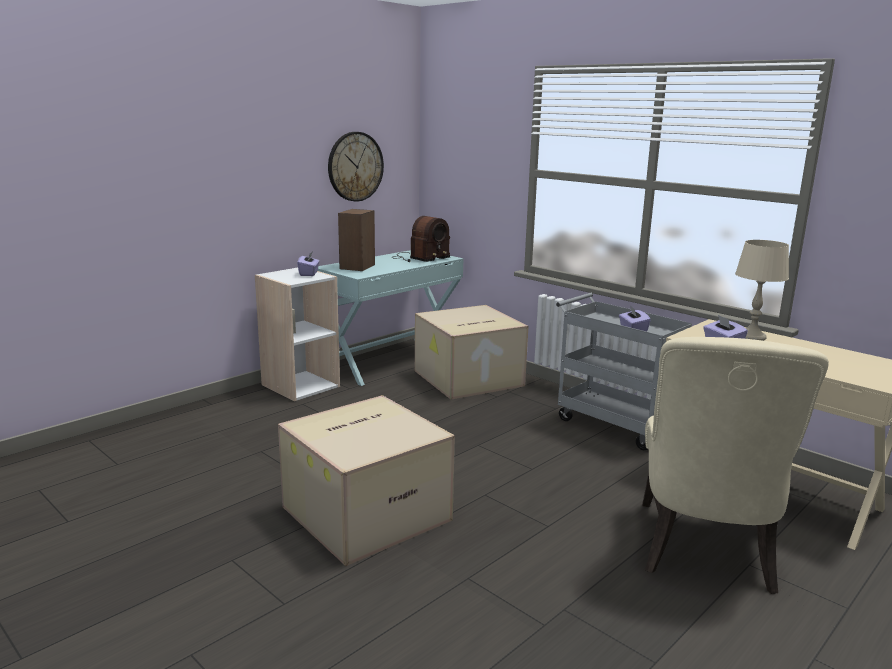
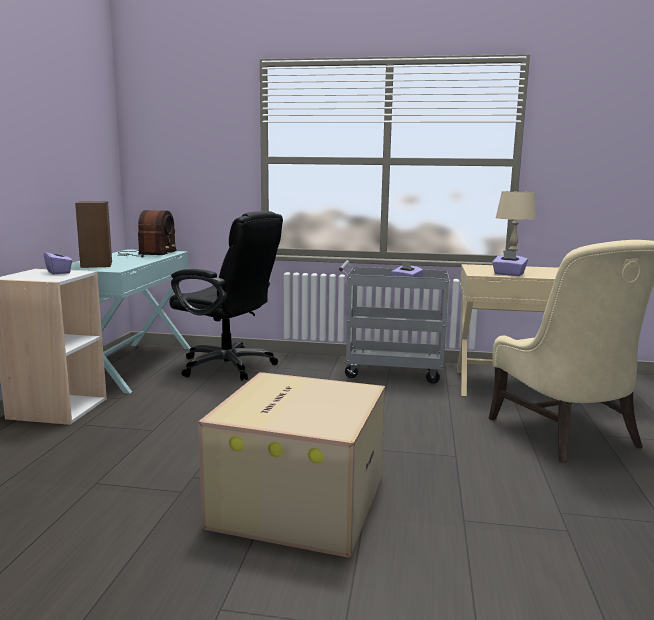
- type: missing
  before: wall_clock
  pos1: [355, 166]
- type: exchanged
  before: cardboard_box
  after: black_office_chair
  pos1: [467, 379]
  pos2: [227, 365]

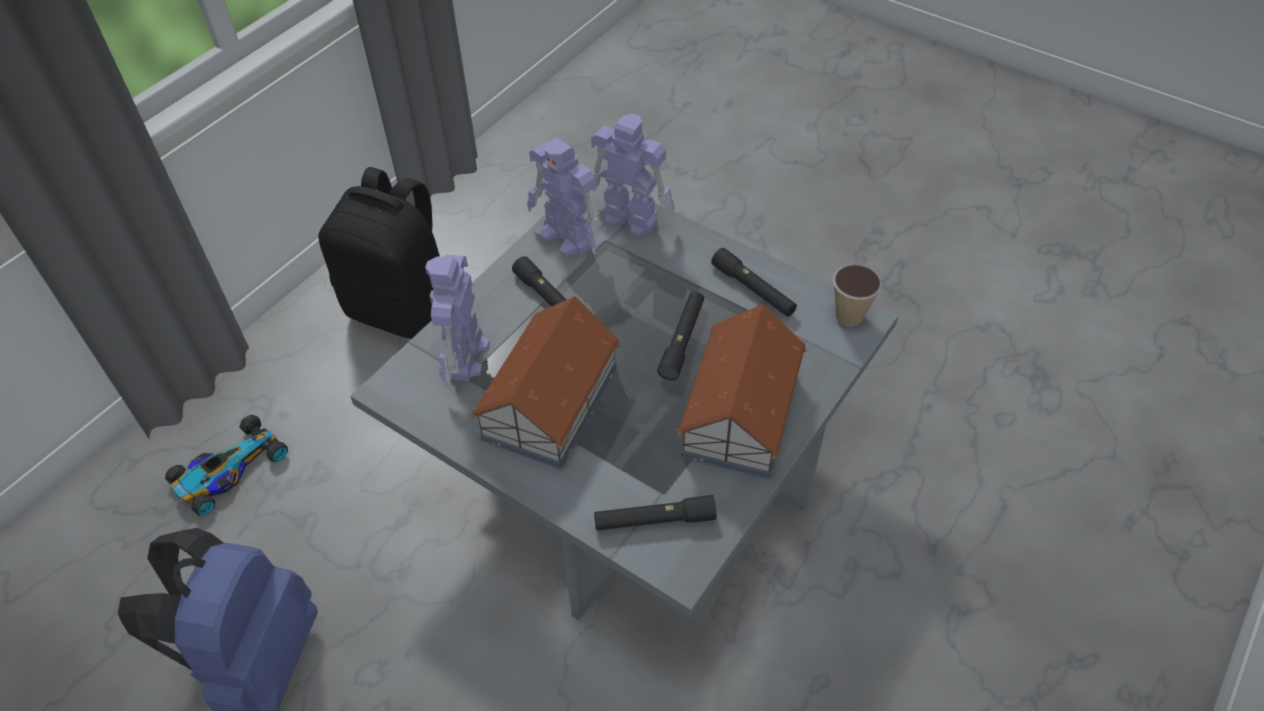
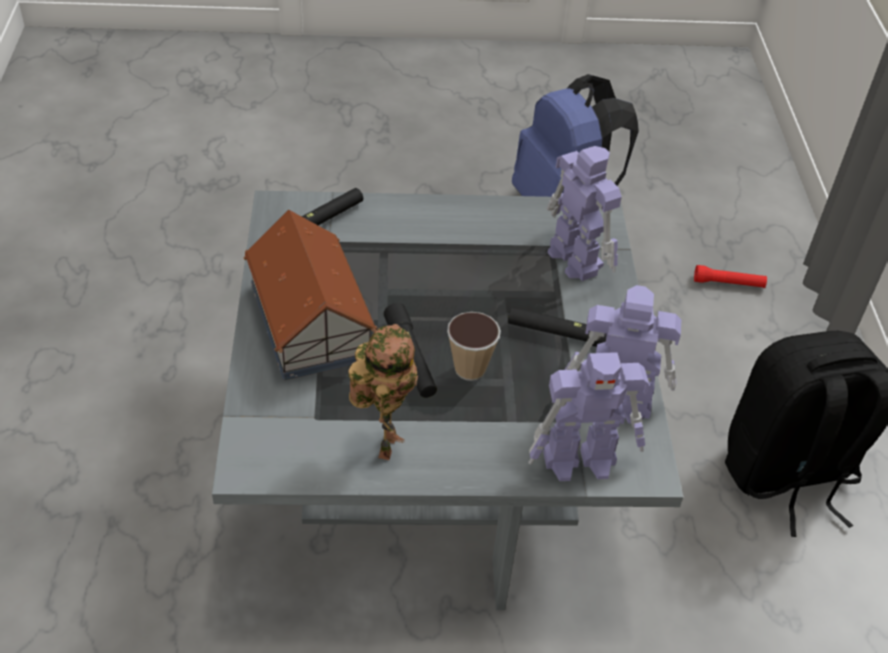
- type: exchanged
  before: toy_car
  after: red_flashlight
  pos1: [227, 471]
  pos2: [728, 283]
- type: missing
  before: toy_house
  pos1: [552, 402]
- type: exchanged
  before: black_flashlight
  after: toy_robot
  pos1: [753, 290]
  pos2: [384, 443]
- type: relocated
  before: cup
  pos1: [849, 316]
  pos2: [470, 369]

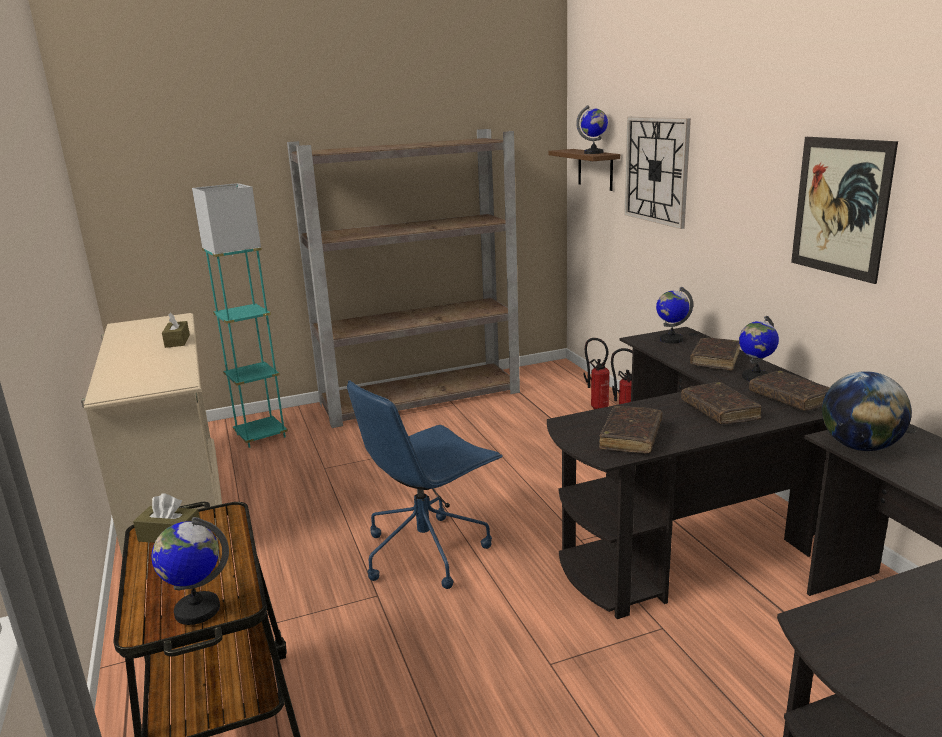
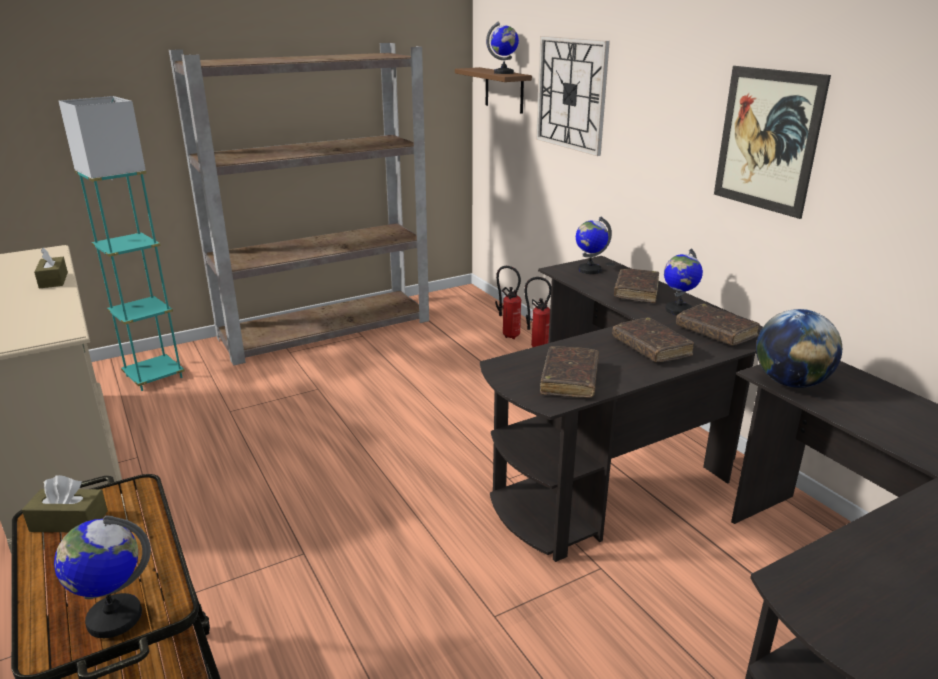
- type: missing
  before: blue_office_chair
  pos1: [430, 550]

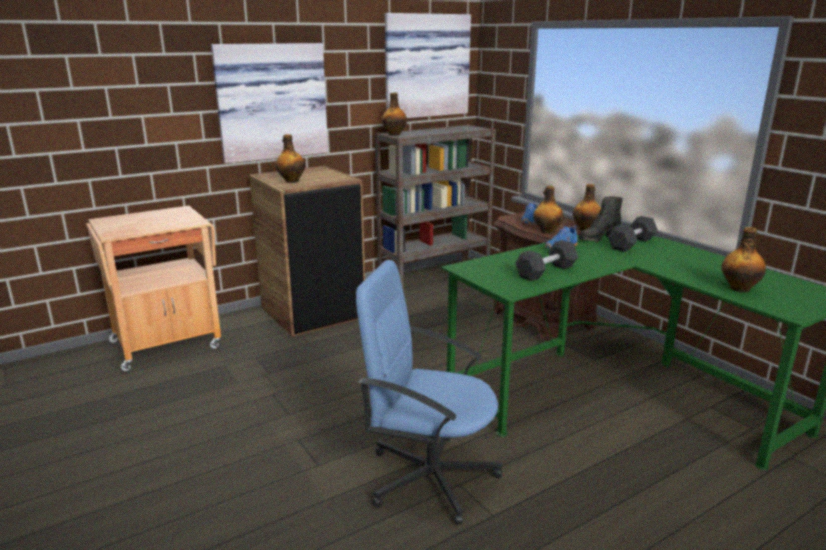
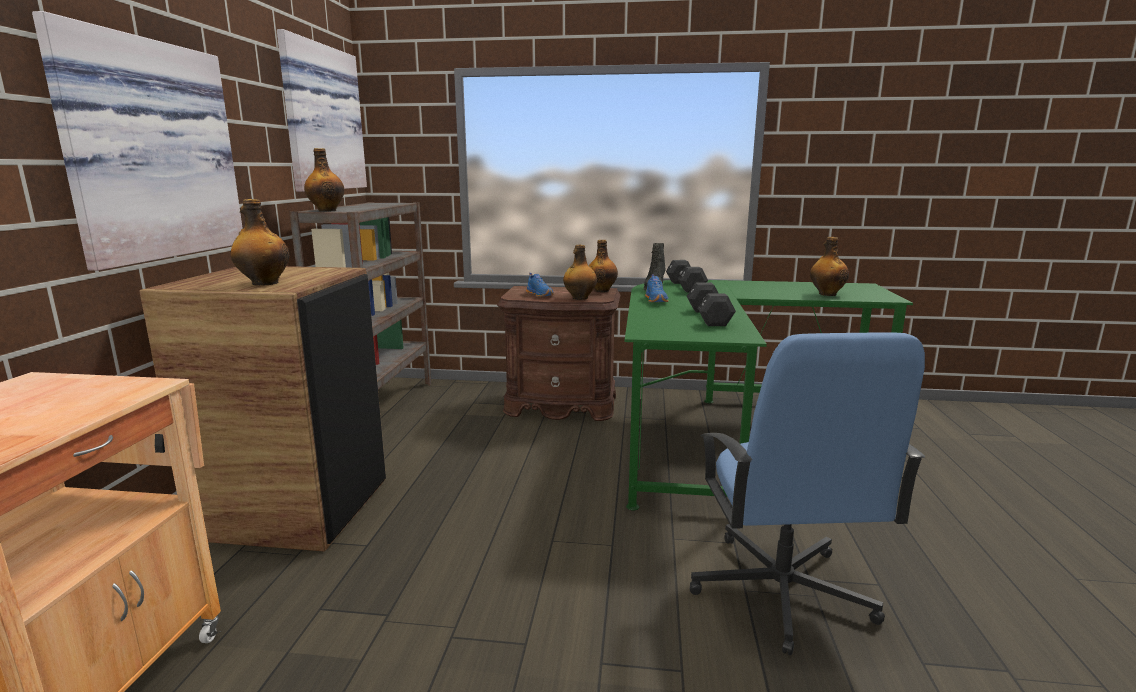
- type: spun
  before: blue_office_chair
  pos1: [429, 476]
  pos2: [780, 592]
  turn: -60

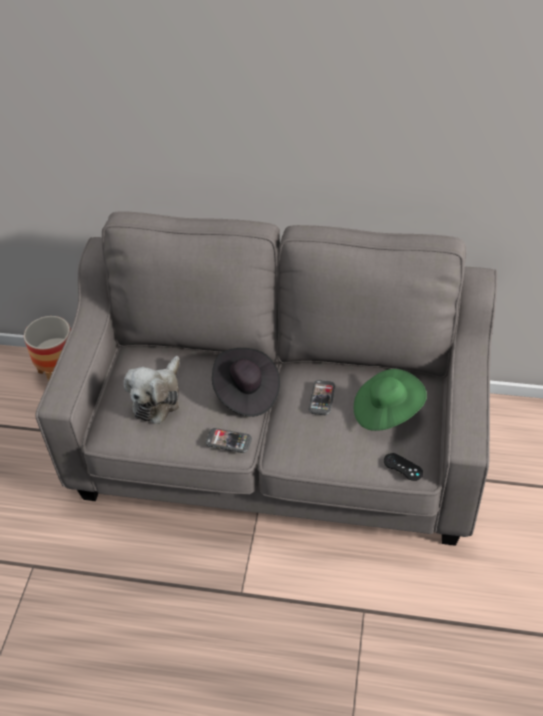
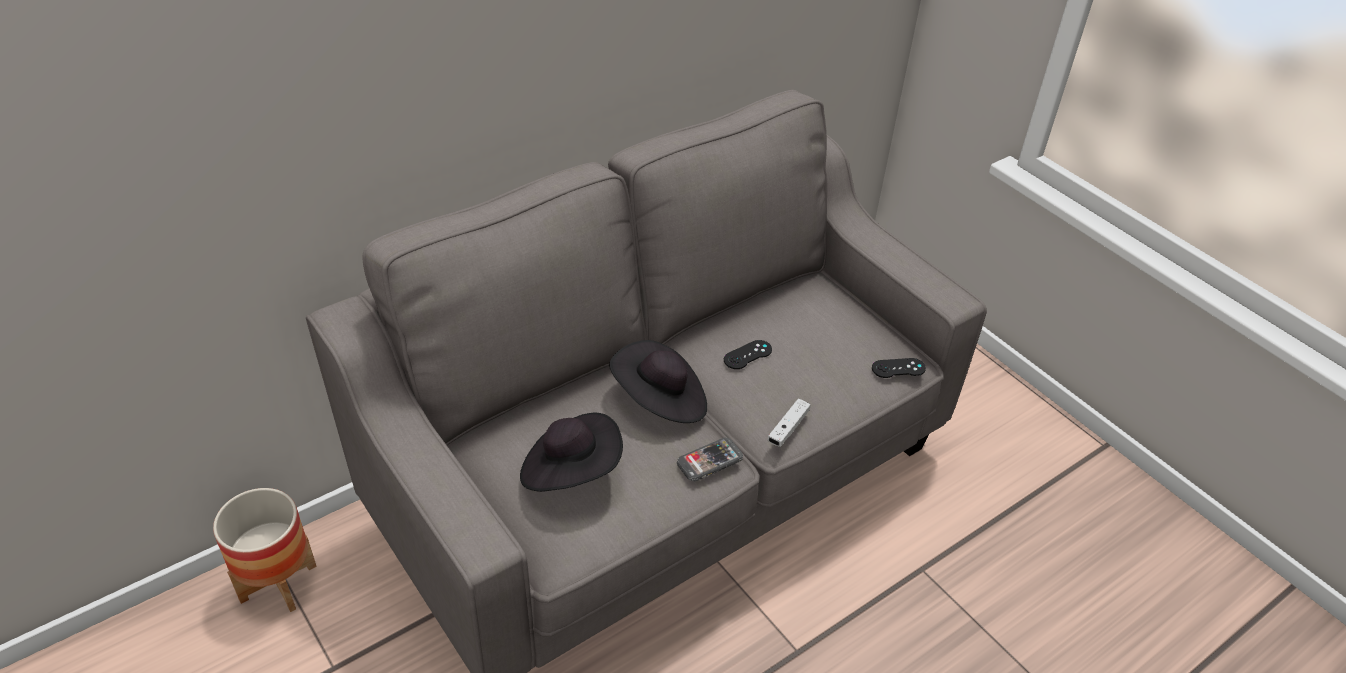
- type: exchanged
  before: plush_toy
  after: black_hat
  pos1: [158, 398]
  pos2: [571, 471]
- type: exchanged
  before: phone
  after: black_game_controller
  pos1: [322, 398]
  pos2: [747, 355]
- type: missing
  before: green_hat
  pos1: [386, 411]
- type: appeared
  after: white_game_controller
  pos2: [788, 428]

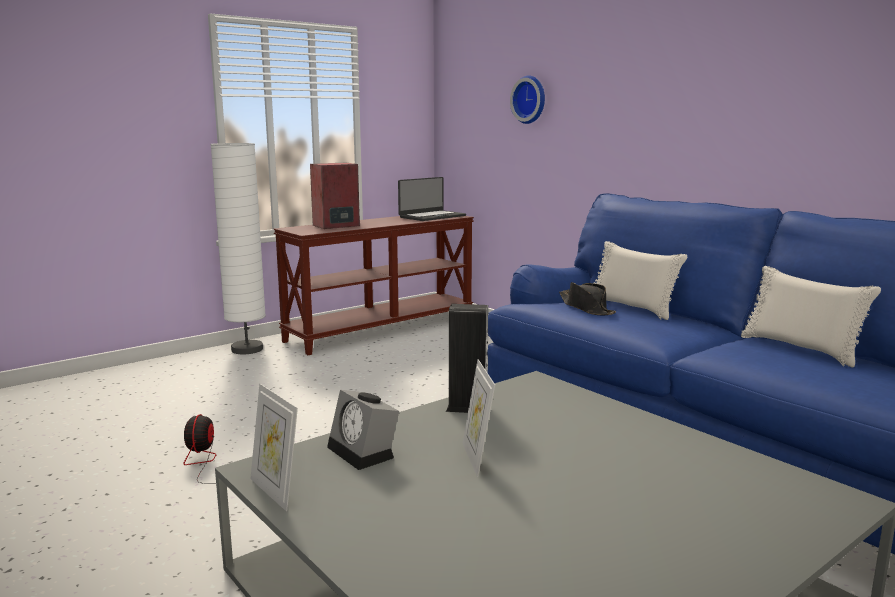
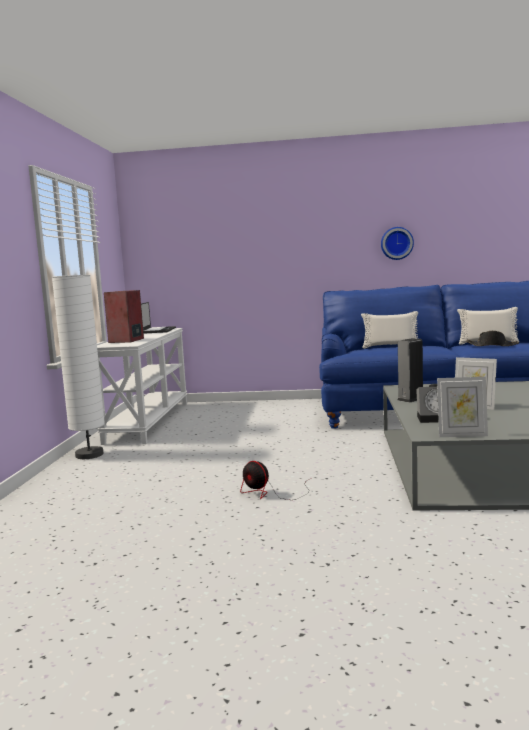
- type: colour
  before: brown_console_table
  after: white_console_table
  pos1: [381, 329]
  pos2: [148, 421]
- type: relocated
  before: wall_clock
  pos1: [530, 99]
  pos2: [396, 243]
- type: relocated
  before: black_hat
  pos1: [586, 308]
  pos2: [492, 345]

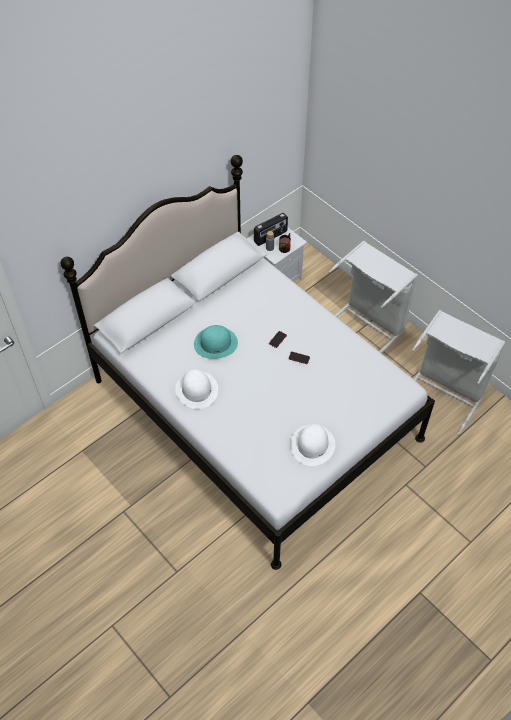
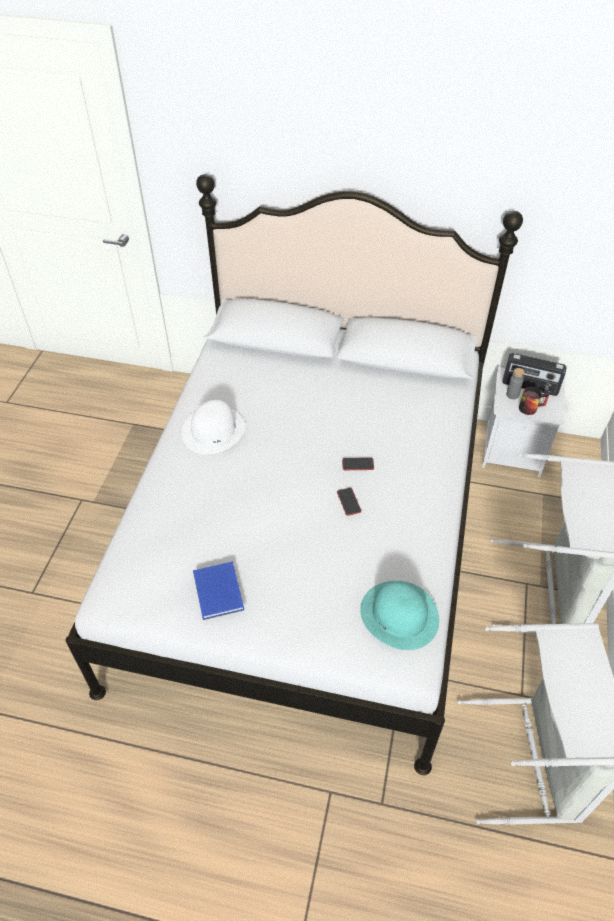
- type: relocated
  before: turquoise_hat
  pos1: [216, 343]
  pos2: [399, 615]
- type: exchanged
  before: white_hat
  after: blue_book
  pos1: [312, 445]
  pos2: [217, 593]

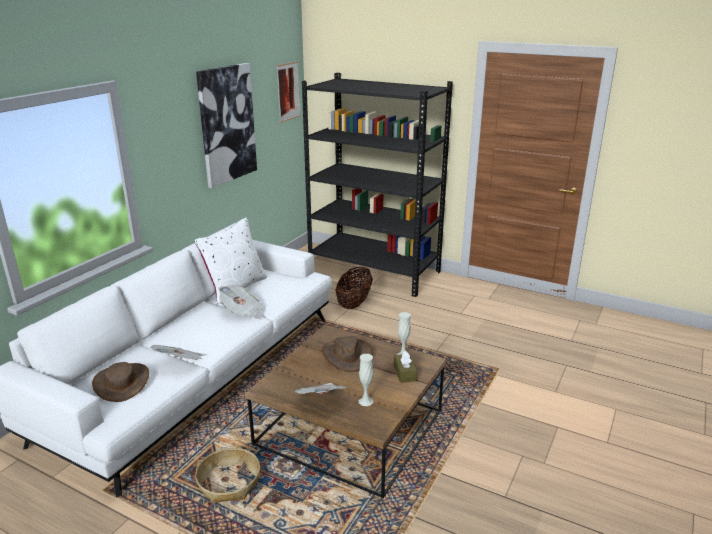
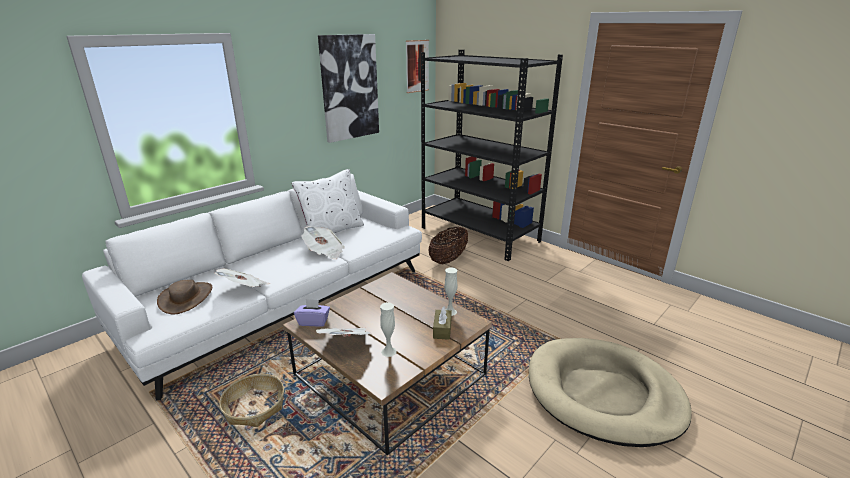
- type: missing
  before: brown_hat
  pos1: [347, 355]
- type: appeared
  after: purple_tissue_box
  pos2: [313, 321]
- type: appeared
  after: beige_dog_bed
  pos2: [603, 394]

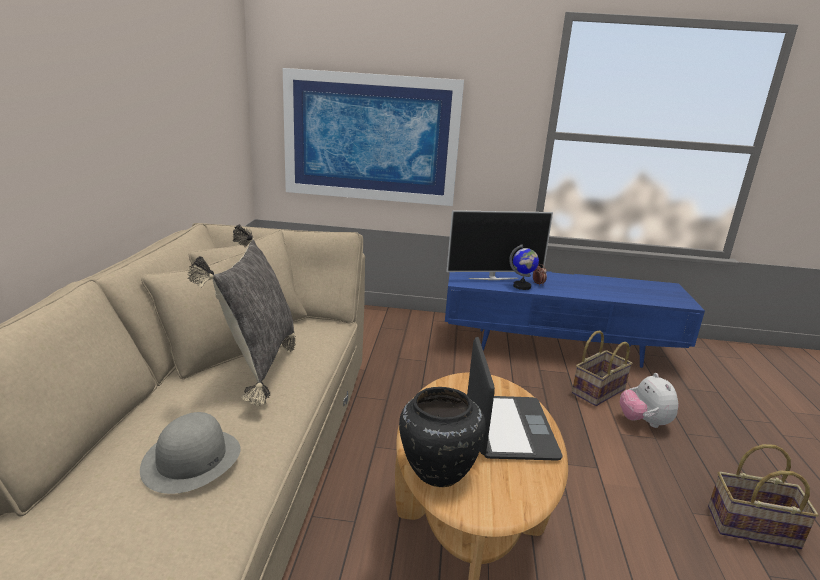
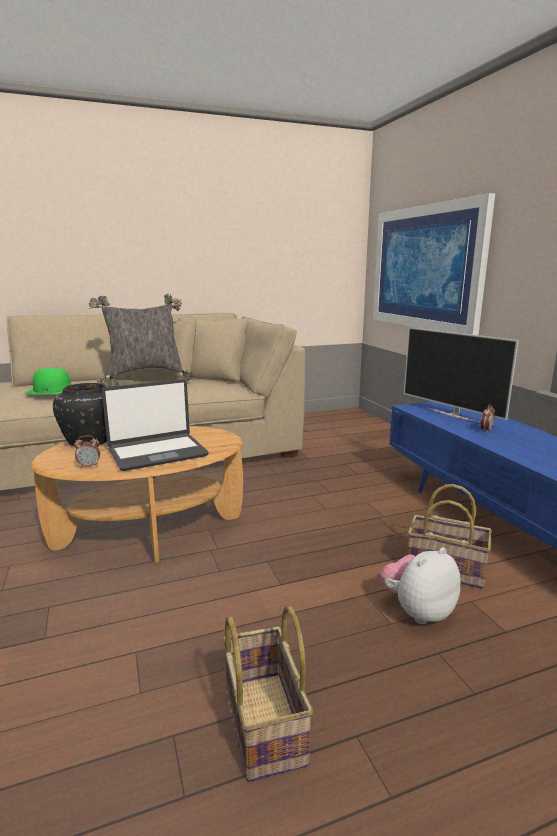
- type: colour
  before: grey_hat
  after: green_hat
  pos1: [192, 459]
  pos2: [53, 391]
- type: missing
  before: globe
  pos1: [522, 286]
- type: appeared
  after: alarm_clock
  pos2: [89, 466]

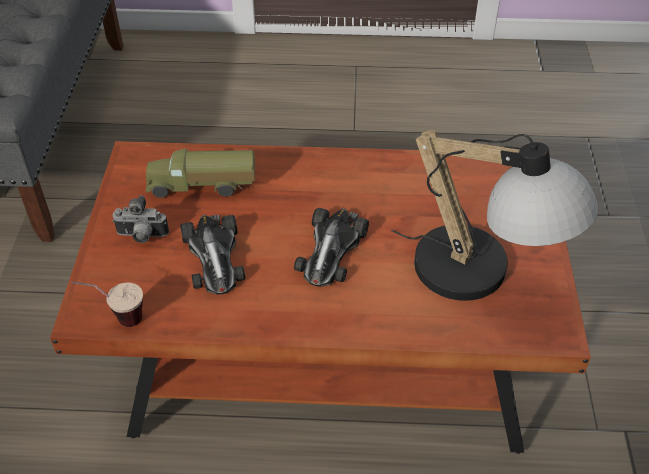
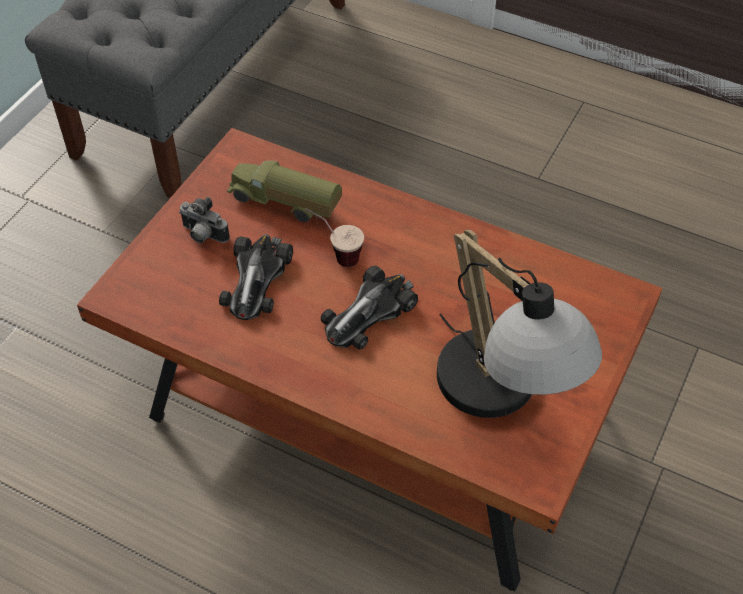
- type: relocated
  before: cup
  pos1: [116, 318]
  pos2: [335, 255]

